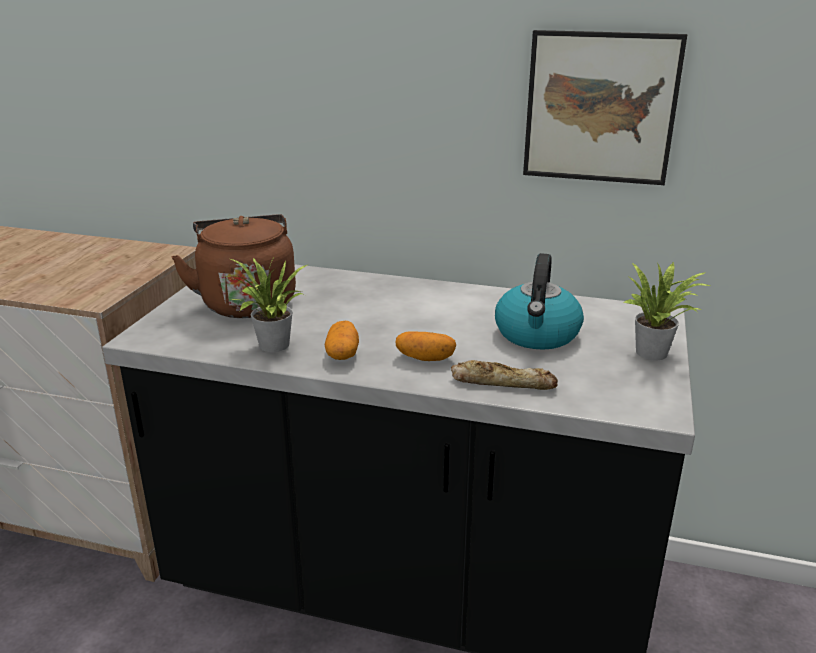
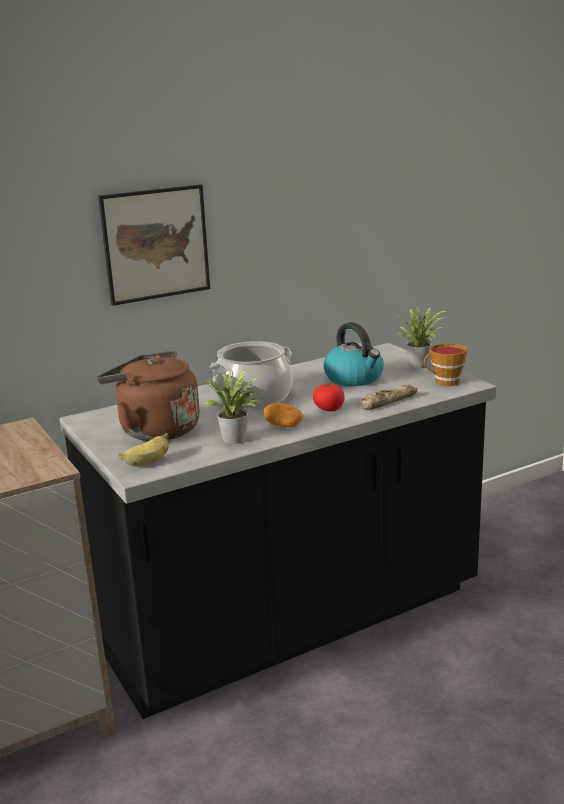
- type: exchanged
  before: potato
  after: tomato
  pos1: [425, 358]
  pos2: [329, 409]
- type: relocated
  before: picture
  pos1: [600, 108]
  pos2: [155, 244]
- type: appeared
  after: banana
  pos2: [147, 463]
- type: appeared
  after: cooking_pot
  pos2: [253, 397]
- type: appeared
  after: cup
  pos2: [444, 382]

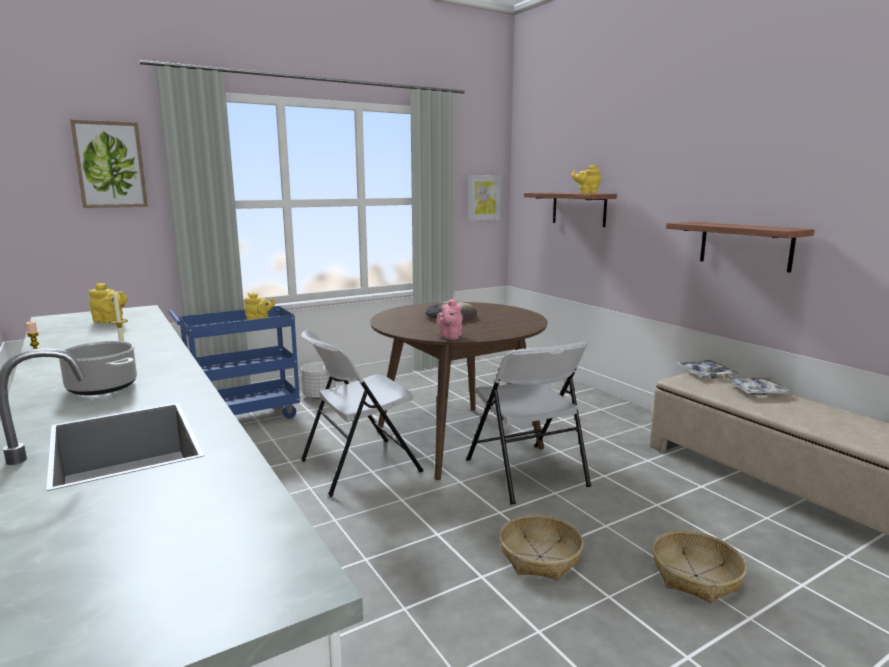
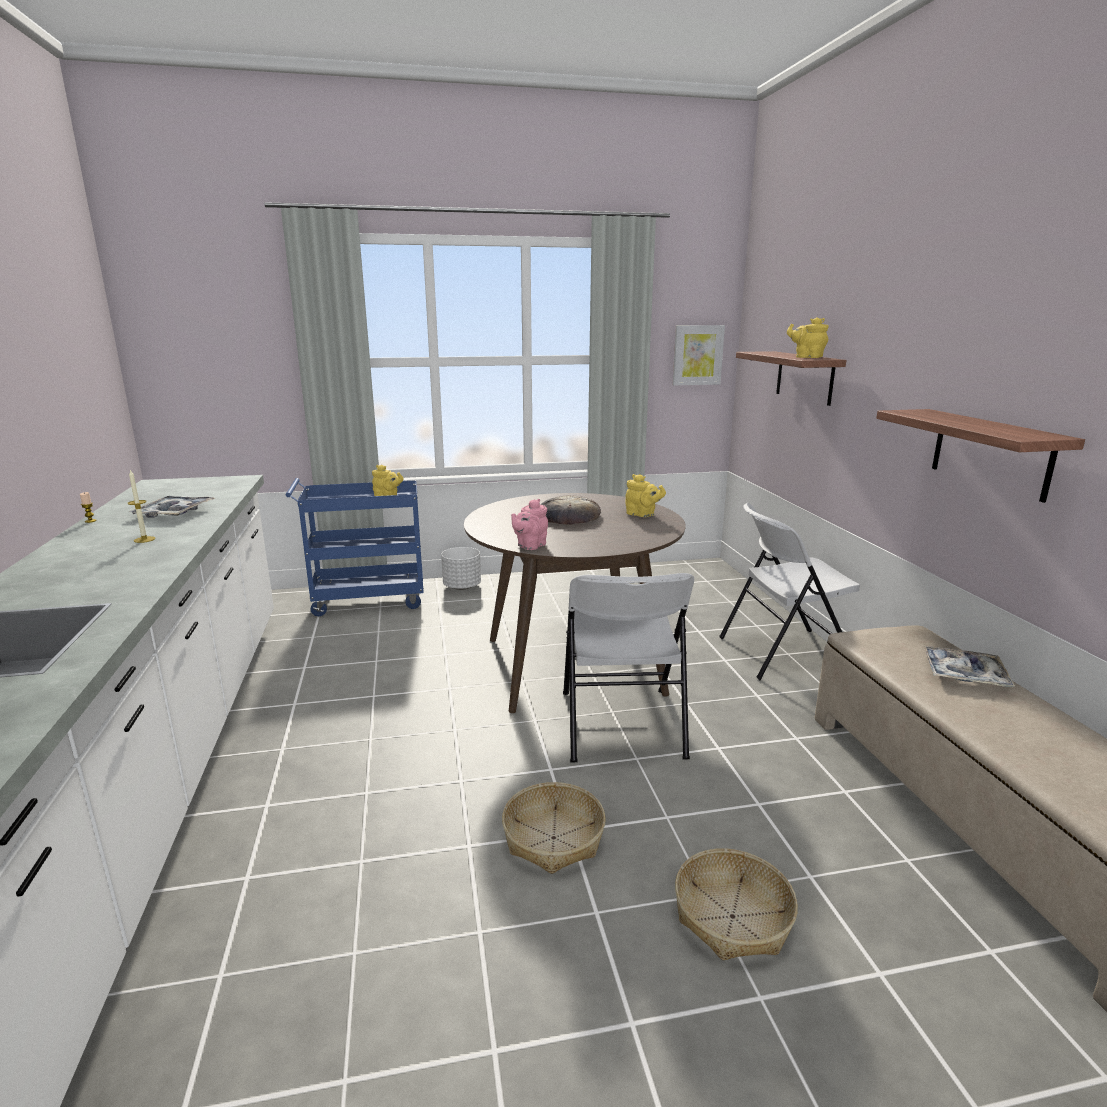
- type: missing
  before: cooking_pot
  pos1: [101, 387]
- type: missing
  before: picture
  pos1: [110, 165]
- type: relocated
  before: yellow_teapot
  pos1: [110, 322]
  pos2: [642, 515]
- type: relocated
  before: white_chair
  pos1: [360, 466]
  pos2: [785, 653]
- type: relocated
  before: tray
  pos1: [705, 374]
  pos2: [174, 513]

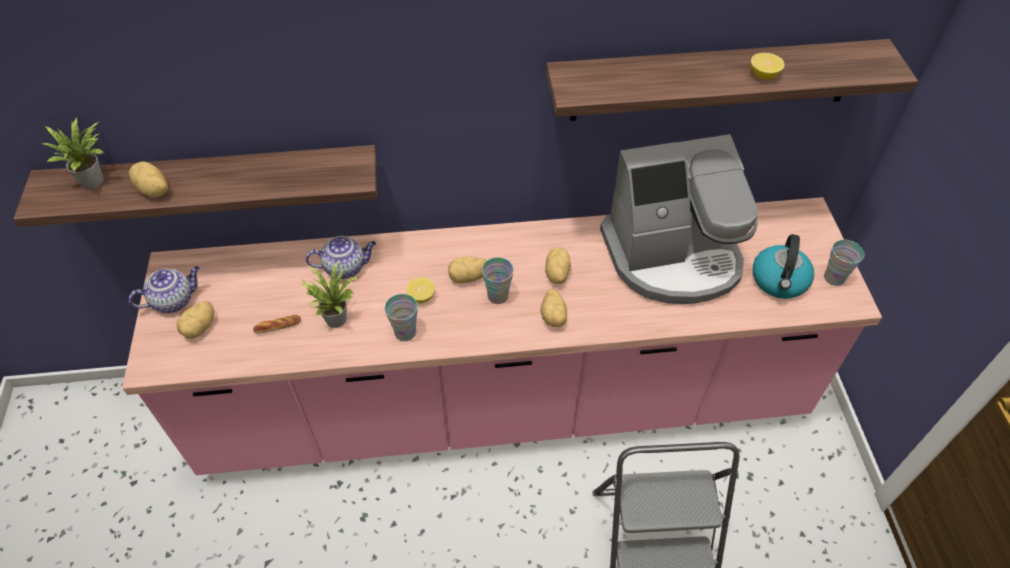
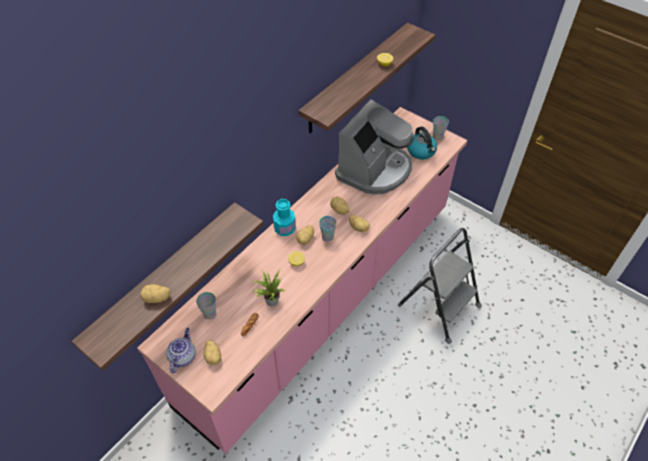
- type: missing
  before: potted_plant
  pos1: [95, 180]
- type: missing
  before: teapot
  pos1: [346, 267]
- type: relocated
  before: cup
  pos1: [405, 332]
  pos2: [210, 314]
- type: appeared
  after: turquoise_bottle
  pos2: [284, 228]

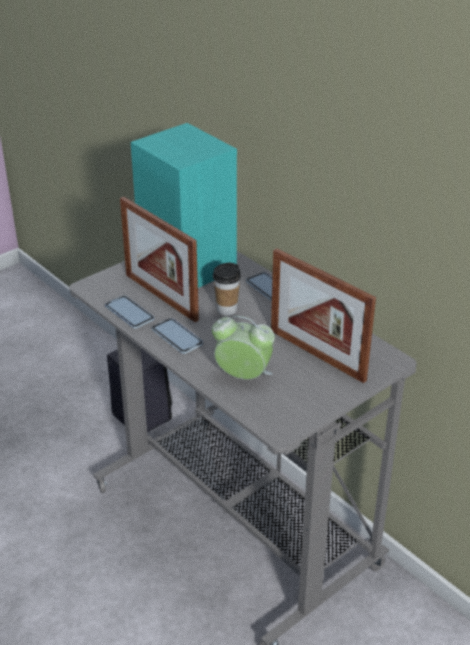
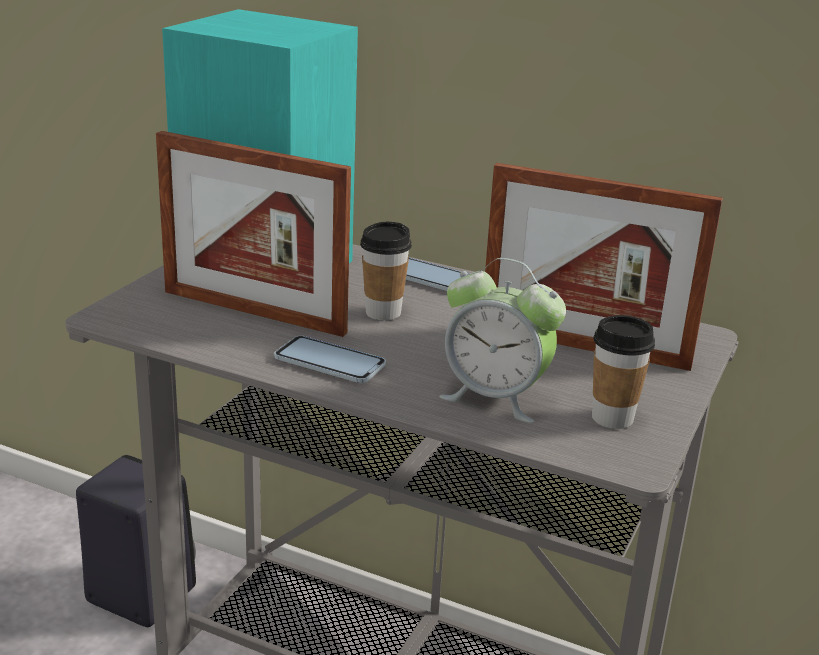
- type: missing
  before: phone
  pos1: [129, 313]
- type: spun
  before: alarm_clock
  pos1: [243, 377]
  pos2: [495, 397]
  turn: -150
- type: appeared
  after: cup
  pos2: [612, 418]

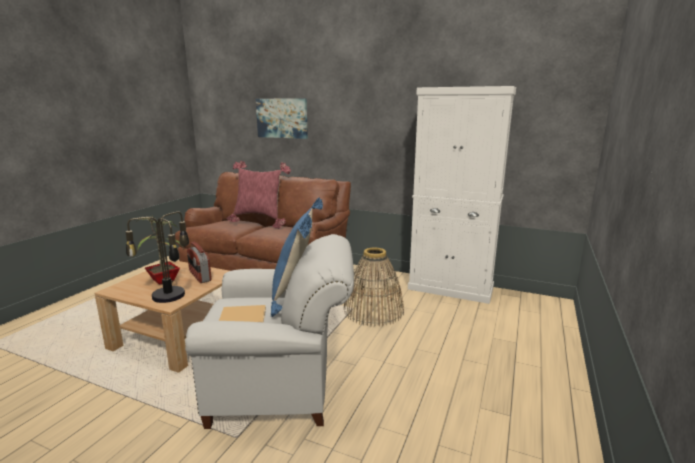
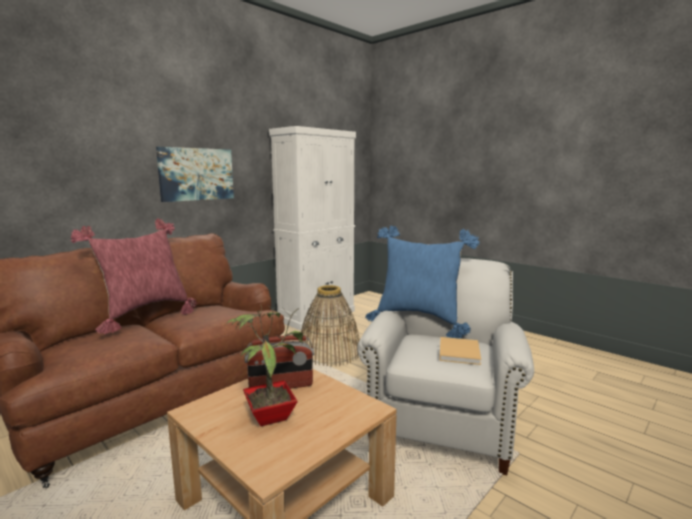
- type: missing
  before: table_lamp
  pos1: [168, 296]
- type: relocated
  before: picture
  pos1: [282, 118]
  pos2: [196, 174]

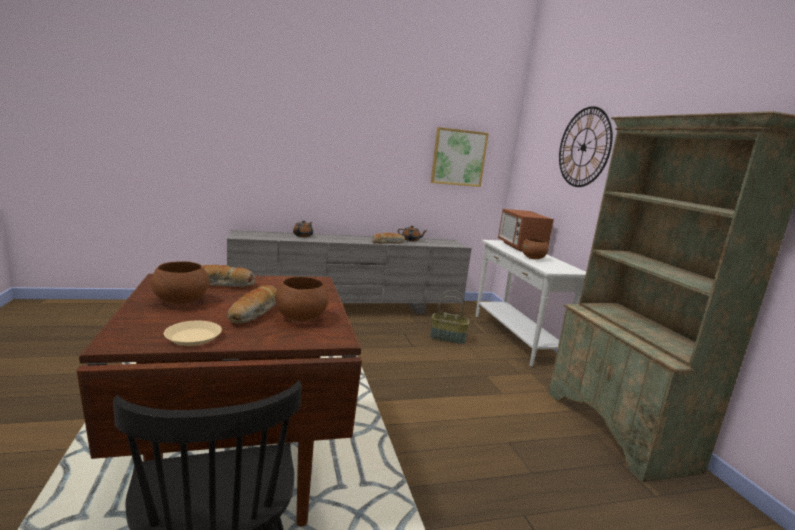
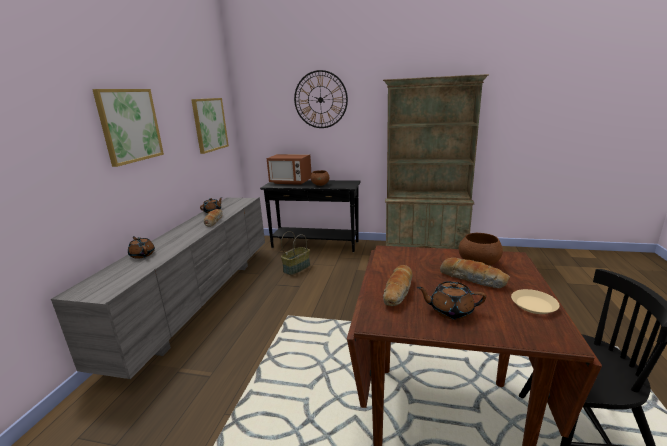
- type: exchanged
  before: brown_bowl
  after: brown_teapot
  pos1: [180, 301]
  pos2: [450, 311]
- type: colour
  before: white_console_table
  after: black_console_table
  pos1: [516, 338]
  pos2: [315, 244]
- type: appeared
  after: picture
  pos2: [130, 125]

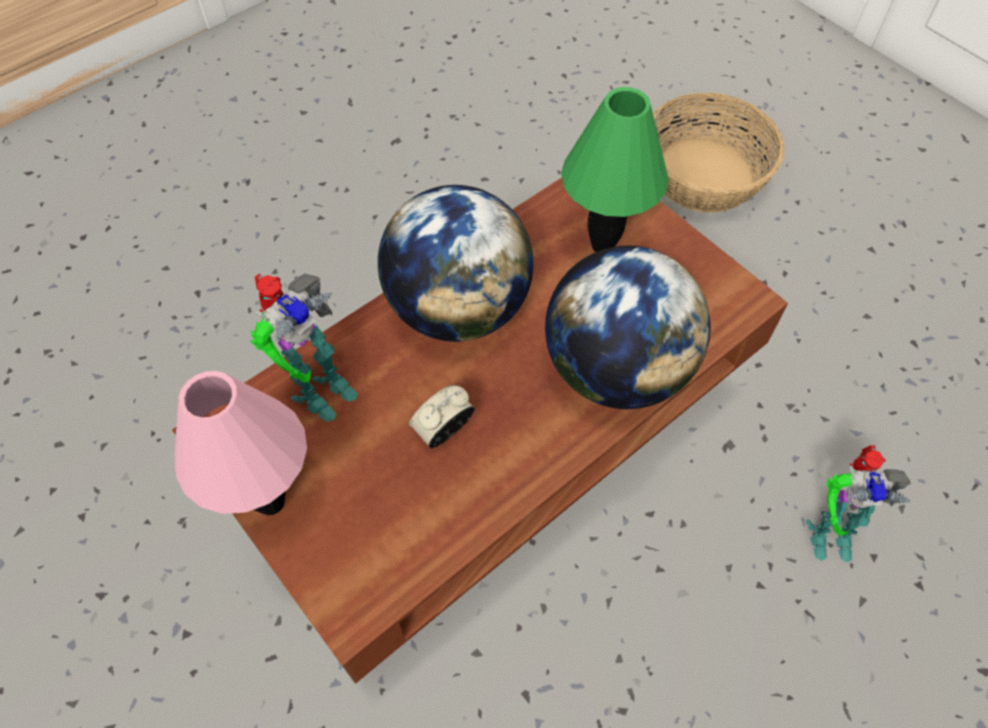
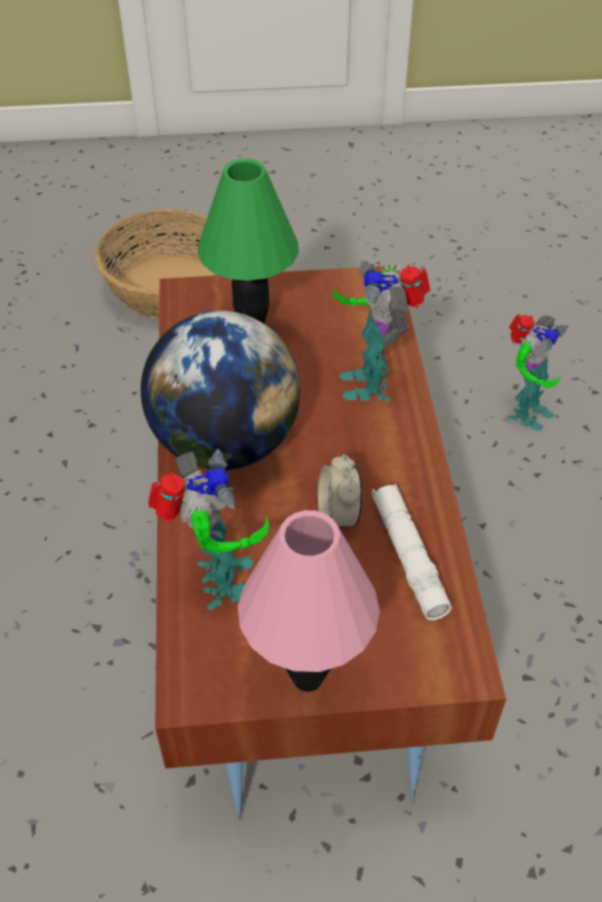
- type: exchanged
  before: globe
  after: toy_robot
  pos1: [615, 369]
  pos2: [372, 382]
- type: appeared
  after: white_flashlight
  pos2: [408, 556]

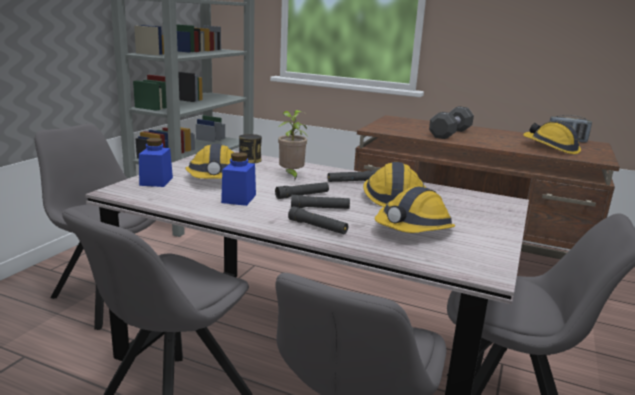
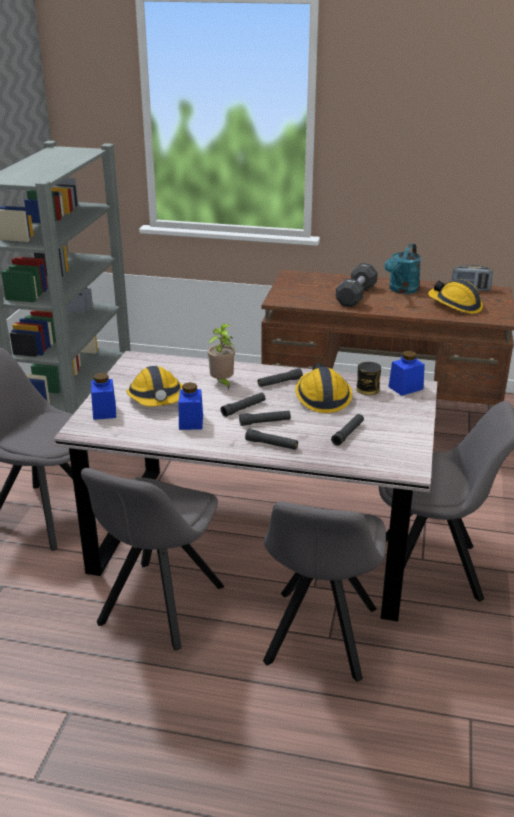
- type: relocated
  before: can
  pos1: [250, 160]
  pos2: [367, 389]
- type: exchanged
  before: hard_hat
  after: black_flashlight
  pos1: [413, 229]
  pos2: [348, 434]
- type: appeared
  after: turquoise_watering_can
  pos2: [401, 290]
- type: appeared
  after: blue_jar
  pos2: [405, 388]

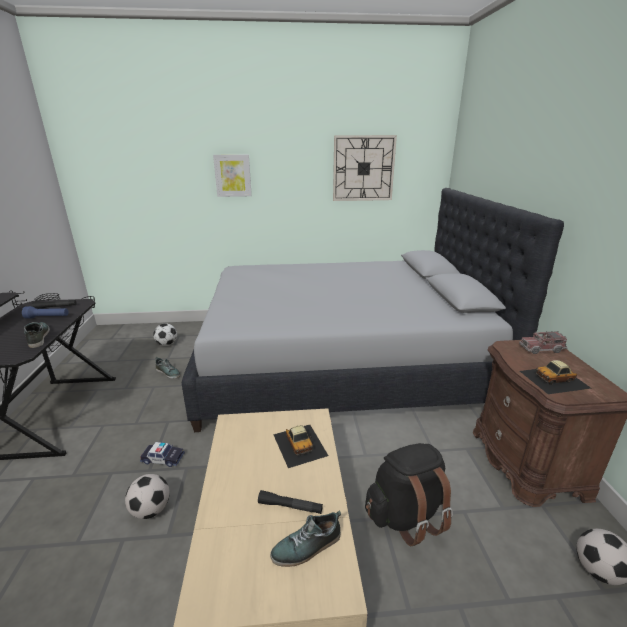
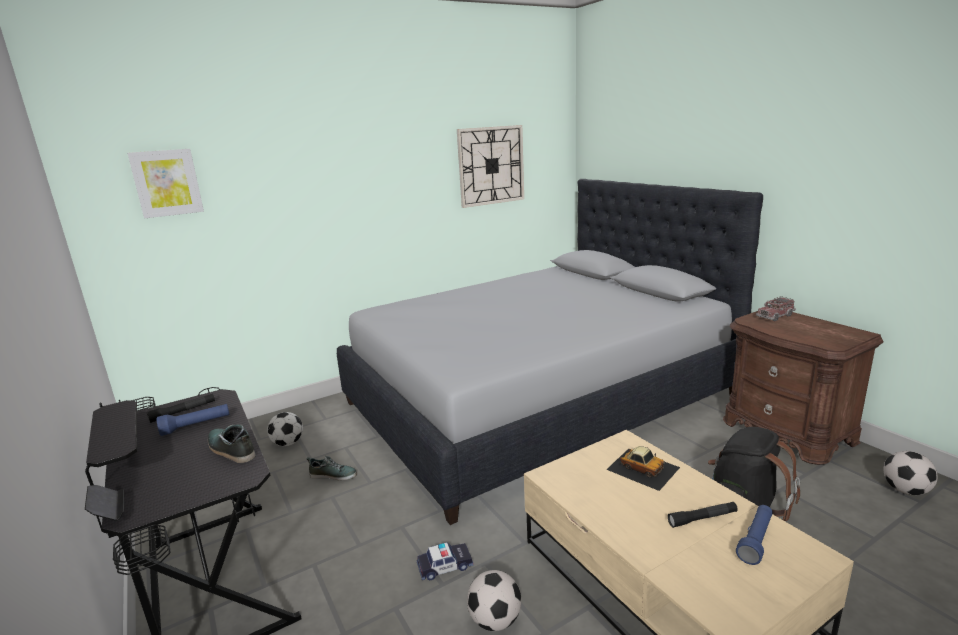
- type: relocated
  before: picture
  pos1: [233, 175]
  pos2: [167, 183]
- type: exchanged
  before: shoe
  after: blue_flashlight
  pos1: [307, 547]
  pos2: [756, 540]
- type: missing
  before: toy_car
  pos1: [554, 379]

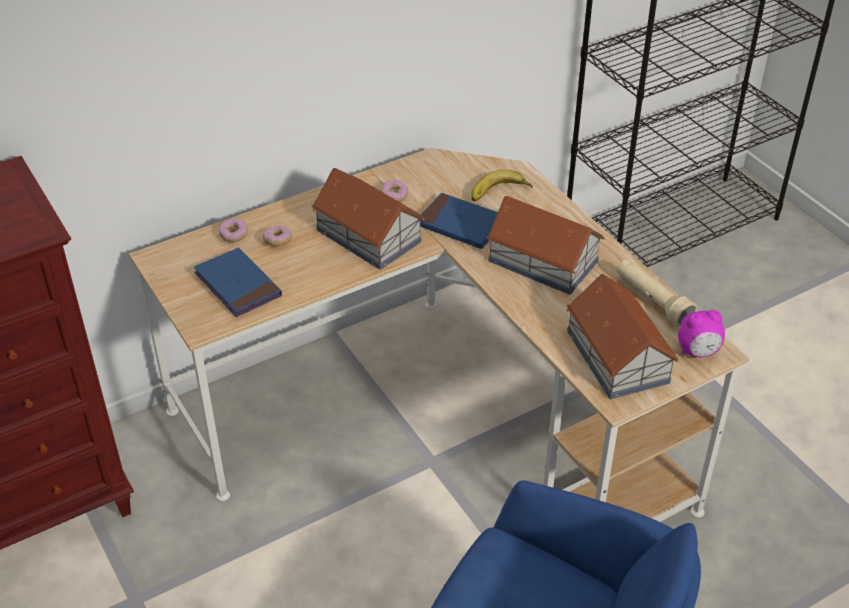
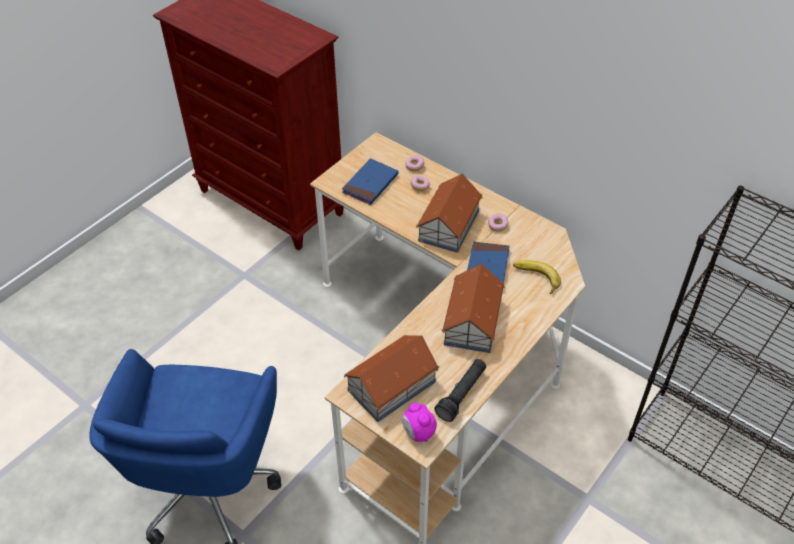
- type: colour
  before: beige_flashlight
  after: black_flashlight
  pos1: [652, 300]
  pos2: [462, 394]

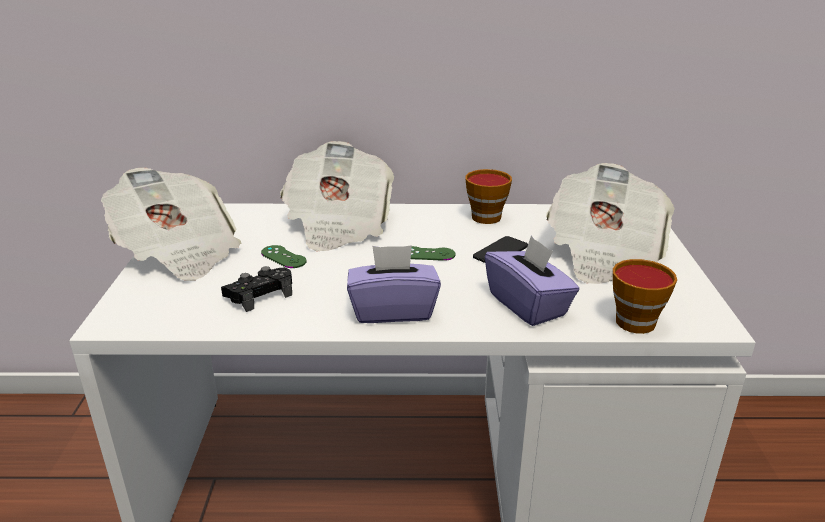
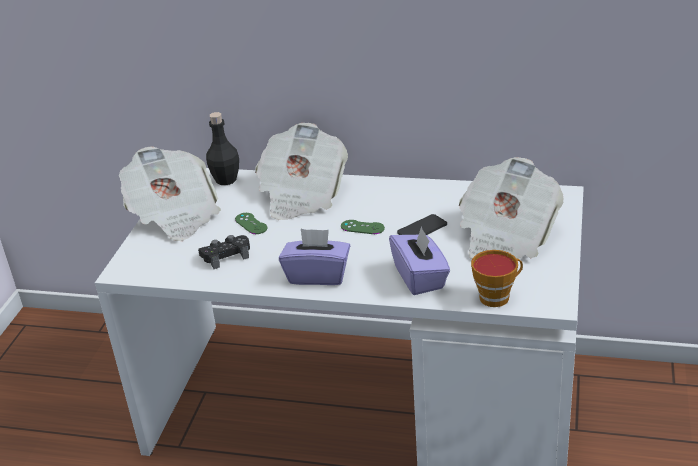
- type: missing
  before: cup
  pos1: [488, 216]
- type: appeared
  after: black_bottle
  pos2: [226, 180]

